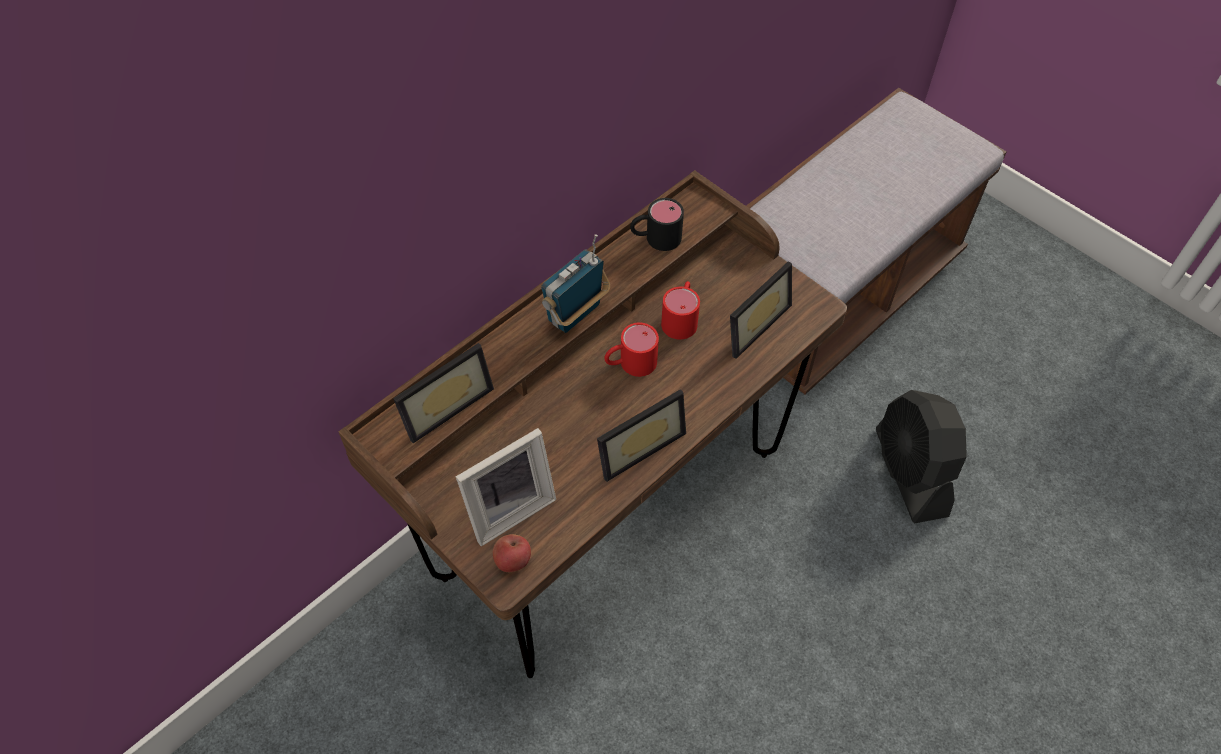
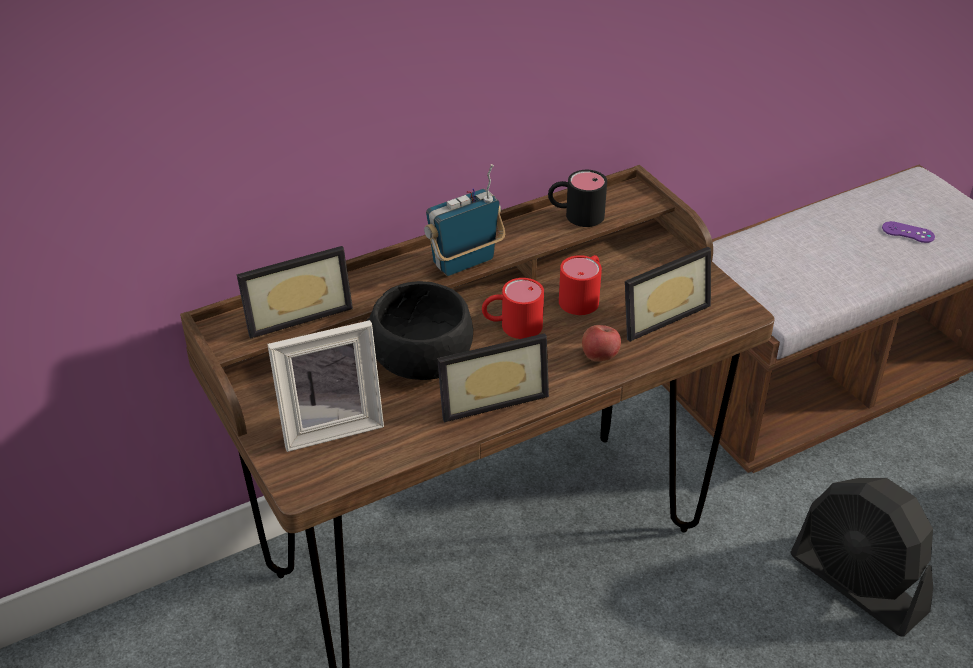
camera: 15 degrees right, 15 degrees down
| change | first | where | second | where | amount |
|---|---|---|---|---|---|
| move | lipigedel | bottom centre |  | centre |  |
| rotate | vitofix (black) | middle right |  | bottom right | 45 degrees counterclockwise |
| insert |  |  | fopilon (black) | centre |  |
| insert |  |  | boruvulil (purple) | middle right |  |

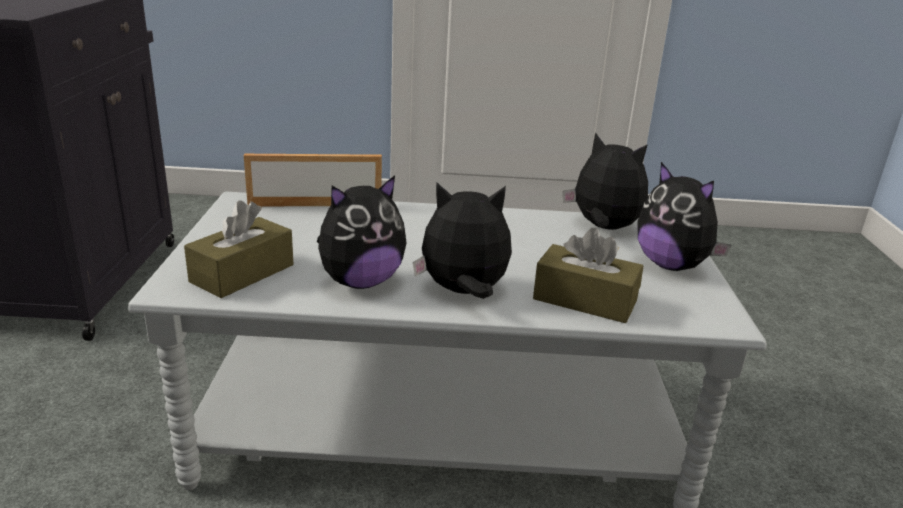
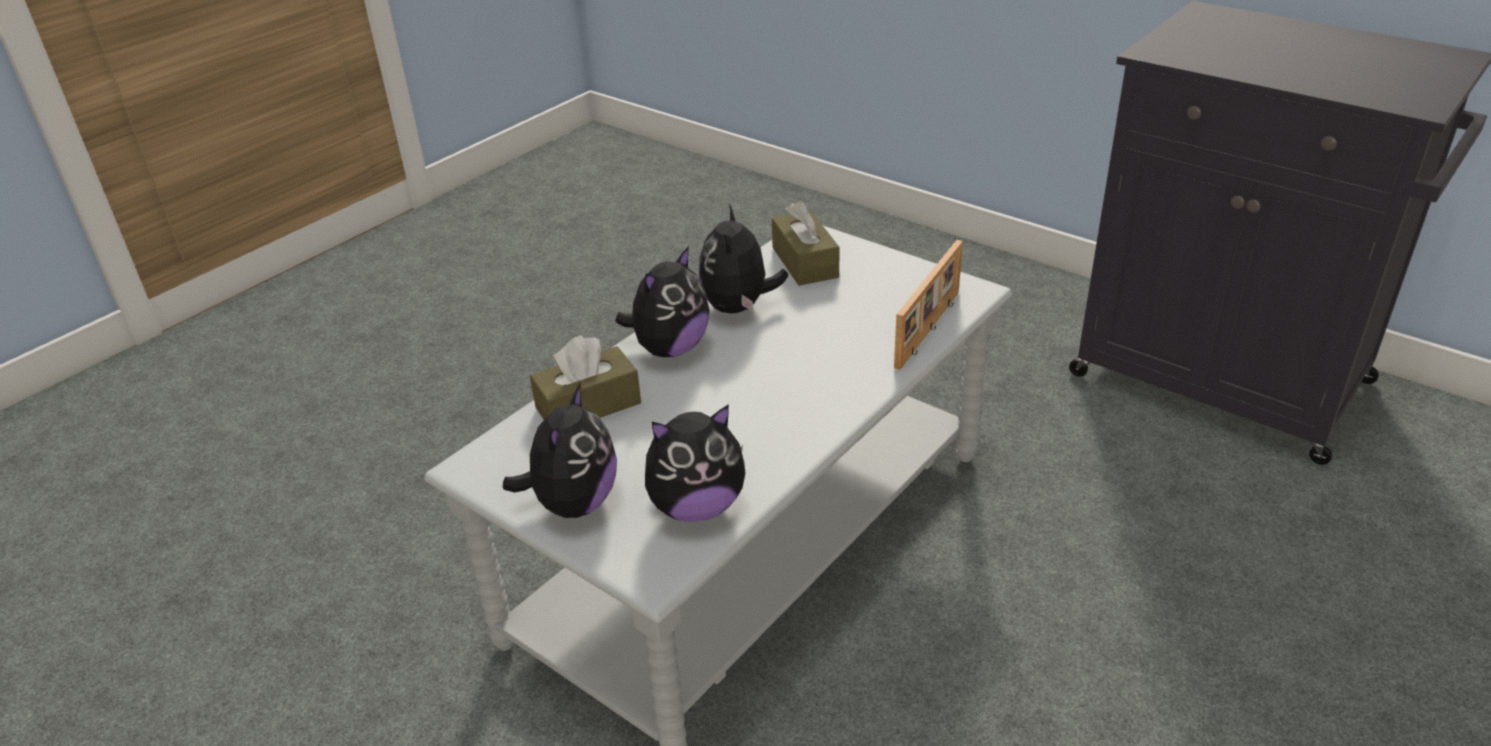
camera: 130 degrees right, 10 degrees up
| change | first | where | second | where | amount |
|---|---|---|---|---|---|
| rotate | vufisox (4th from left in the first image) | middle right | vufisox (1st from left) | centre | 105 degrees clockwise |

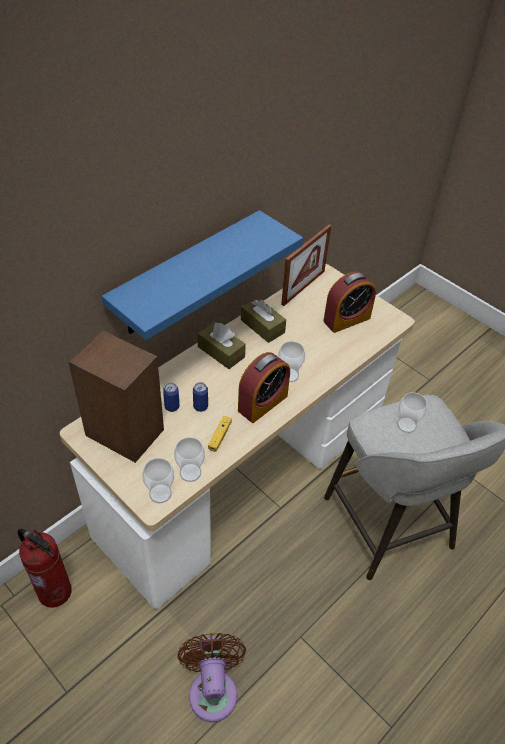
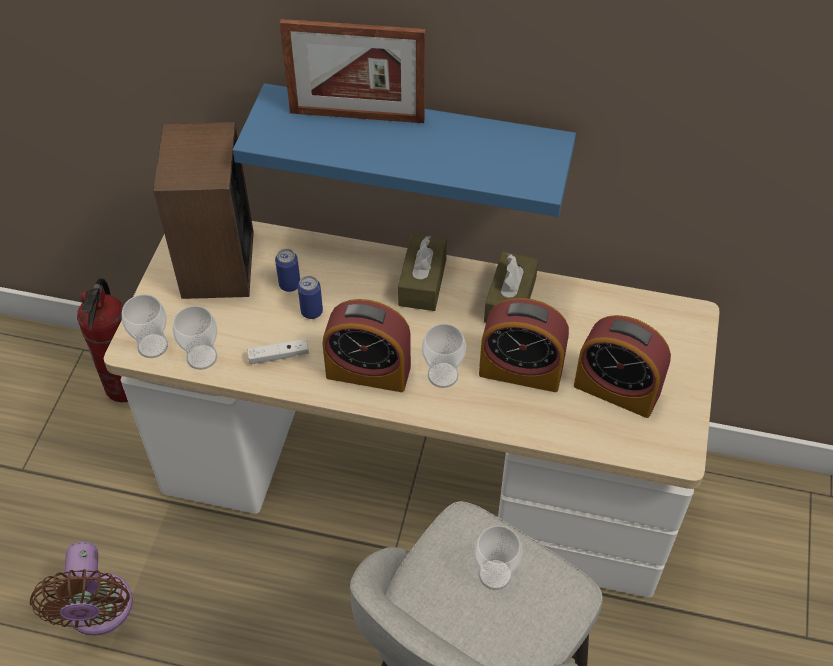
camera: 60 degrees right, 5 degrees up
| change | first | where | second | where | amount |
|---|---|---|---|---|---|
| rotate | vitofix (brown) | bottom centre |  | bottom left | 120 degrees clockwise |
| recolor | boruvulil (yellow) | centre | boruvulil (white) | centre |  |
| move | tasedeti | centre |  | top centre |  |
| insert |  |  | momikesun (2nd from left) | centre |  |

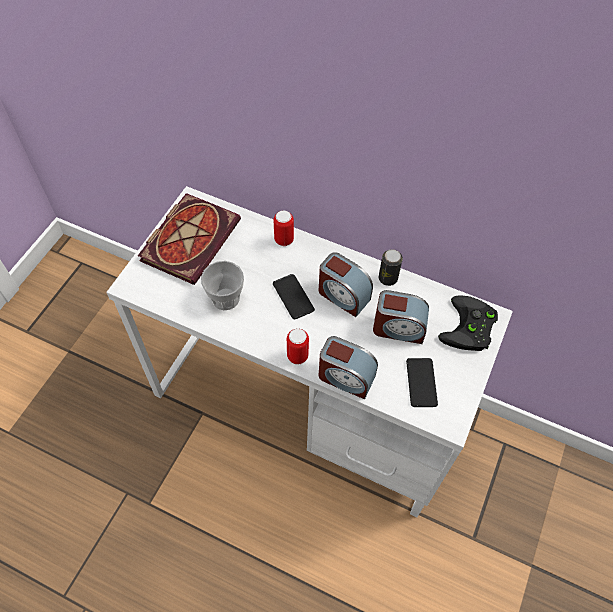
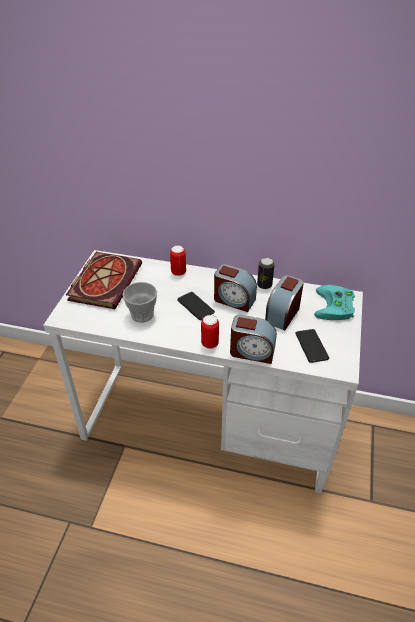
camera: 10 degrees left, 15 degrees down
| change | first | where | second | where | amount |
|---|---|---|---|---|---|
| rotate | momikesun (3rd from left) | centre |  | middle right | 120 degrees clockwise |
| recolor | boruvulil (black) | middle right | boruvulil (turquoise) | middle right |  |

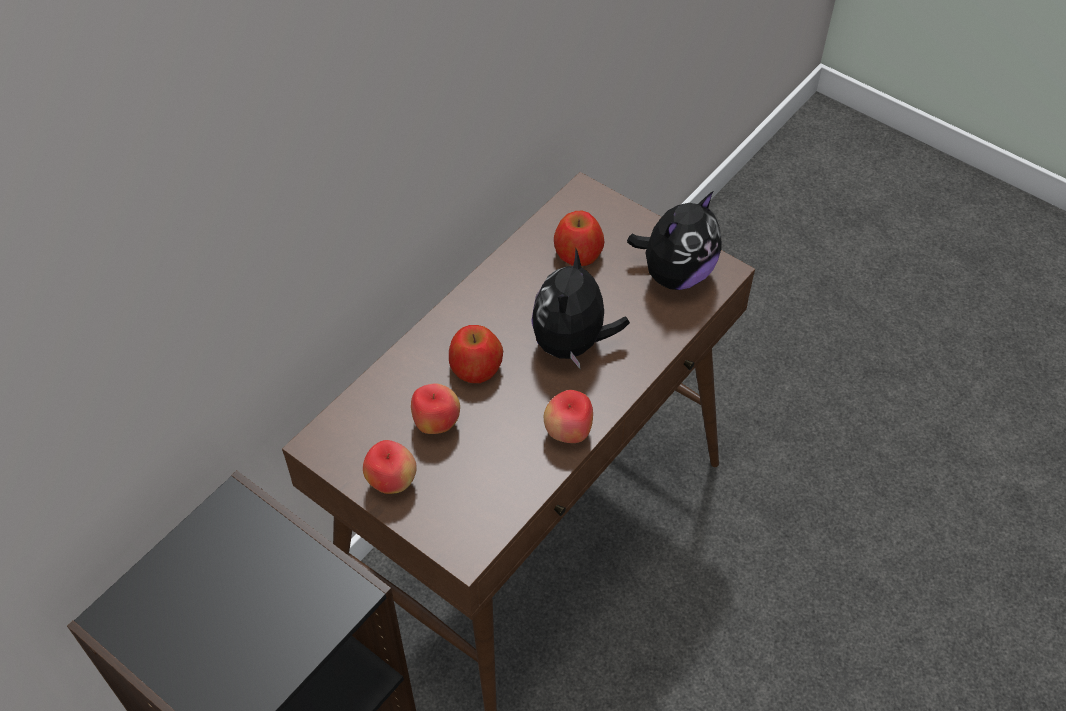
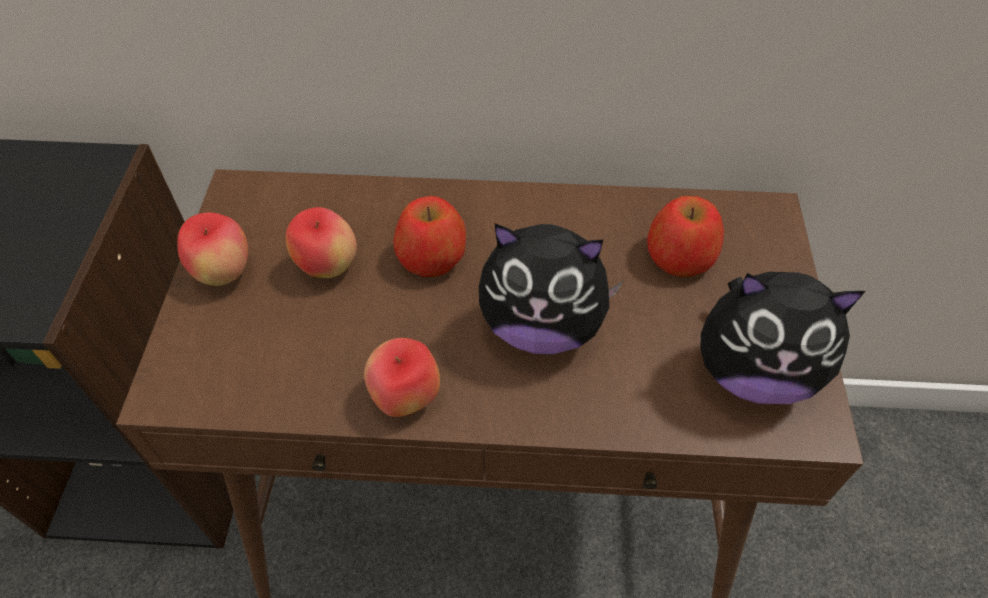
camera: 55 degrees right, 0 degrees up
| change | first | where | second | where | amount |
|---|---|---|---|---|---|
| rotate | vufisox (1st from left) | centre |  | centre | 150 degrees counterclockwise |

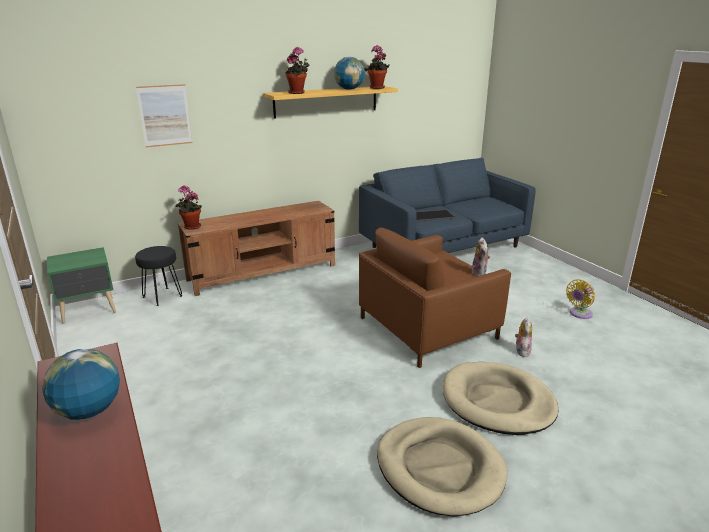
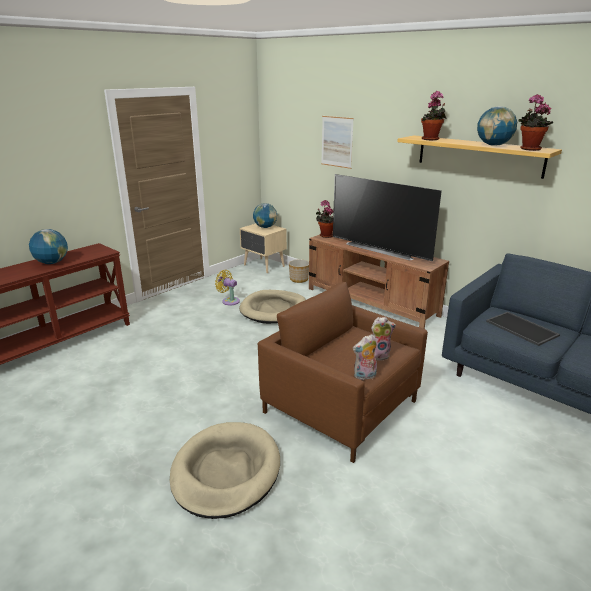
camera: 70 degrees right, 0 degrees up
| change | first | where | second | where | amount |
|---|---|---|---|---|---|
| recolor | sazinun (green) | middle left | sazinun (beige) | centre |  |
| replace | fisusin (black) | middle left | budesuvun | centre |  |
| move | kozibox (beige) (1st from left in the first image) | bottom centre | kozibox (beige) (2nd from left) | centre |  |
| move | vufisox (2nd from left) | middle right |  | centre |  |
| move | vitofix (yellow) | middle right |  | centre |  |
| insert |  |  | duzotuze (2nd from left) | centre |  |
| insert |  |  | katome | centre |  |

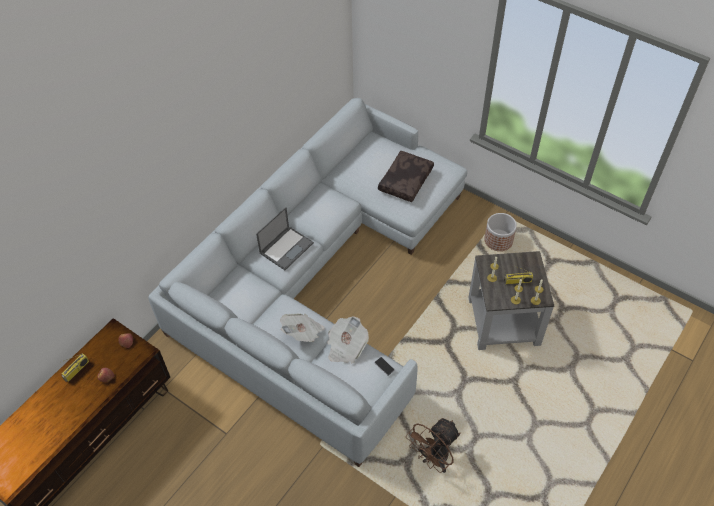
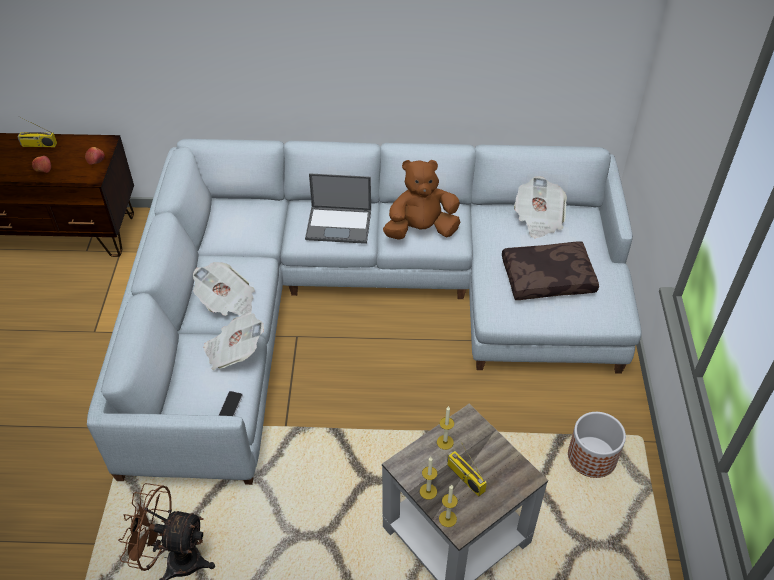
camera: 55 degrees right, 5 degrees down
| change | first | where | second | where | amount |
|---|---|---|---|---|---|
| insert |  |  | vufisox (brown) | centre |  |
| insert |  |  | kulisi (3rd from left) | middle right |  |

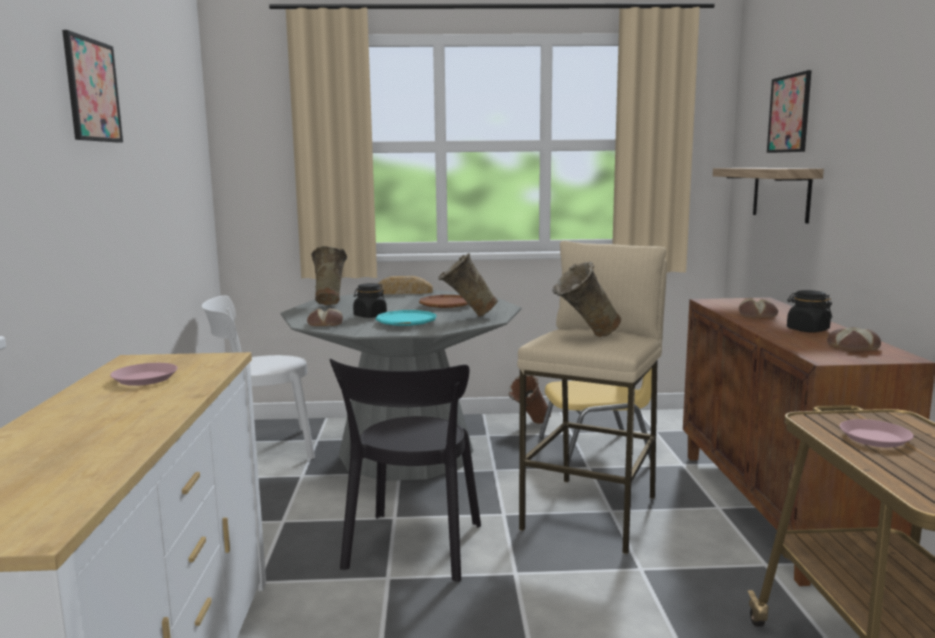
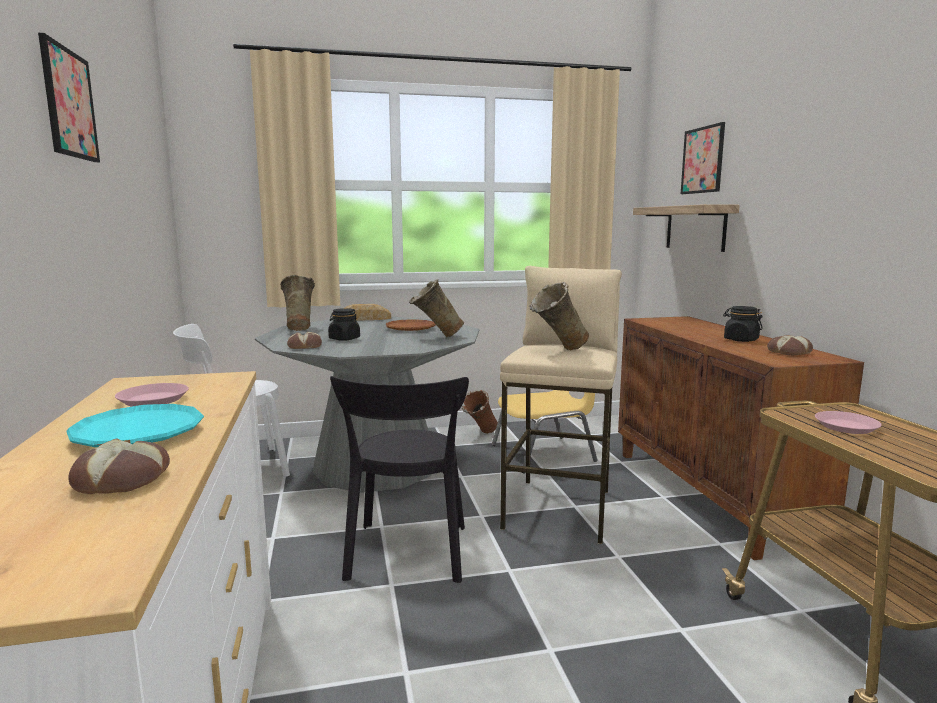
camera: 10 degrees left, 0 degrees up
| change | first | where | second | where | amount |
|---|---|---|---|---|---|
| move | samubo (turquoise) | centre |  | middle left |  |
| move | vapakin (3rd from left in the first image) | middle right | vapakin (1st from left) | middle left |  |

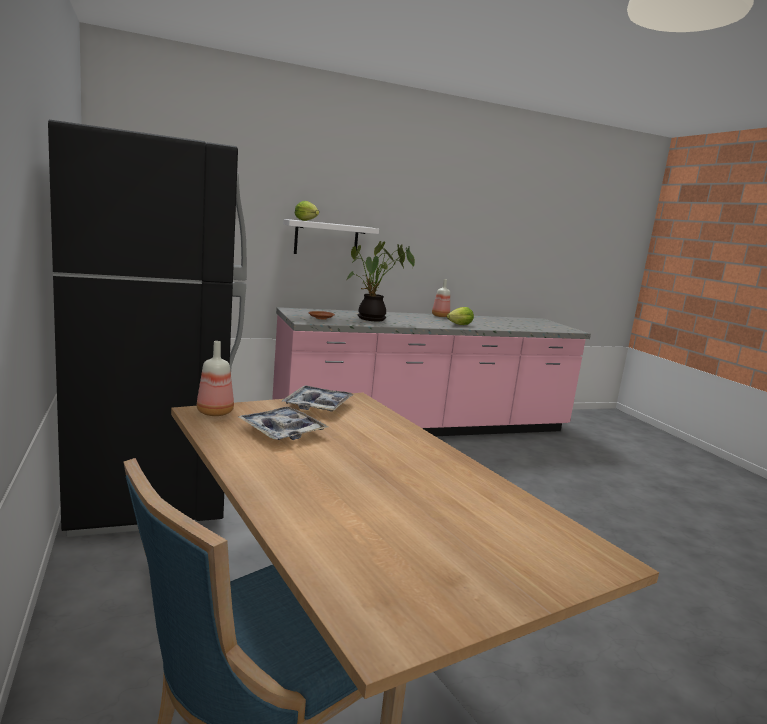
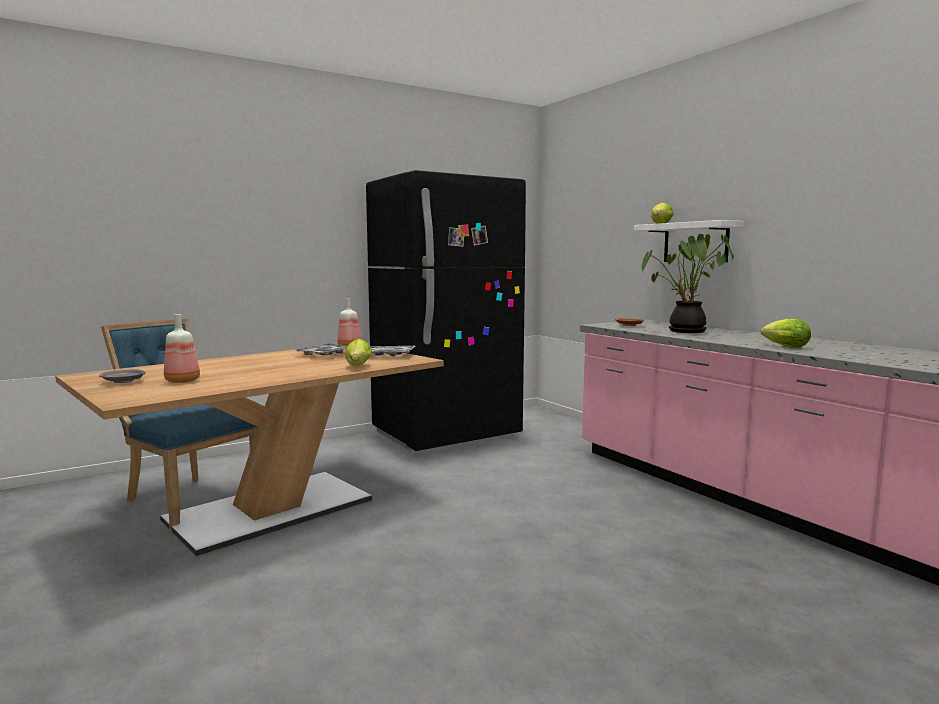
camera: 80 degrees right, 5 degrees down
| change | first | where | second | where | amount |
|---|---|---|---|---|---|
| move | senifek (2nd from left in the first image) | centre | senifek (1st from left) | middle left |  |
| insert |  |  | samubo (grey) | middle left |  |
| insert |  |  | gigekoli (1st from left) | centre |  |

